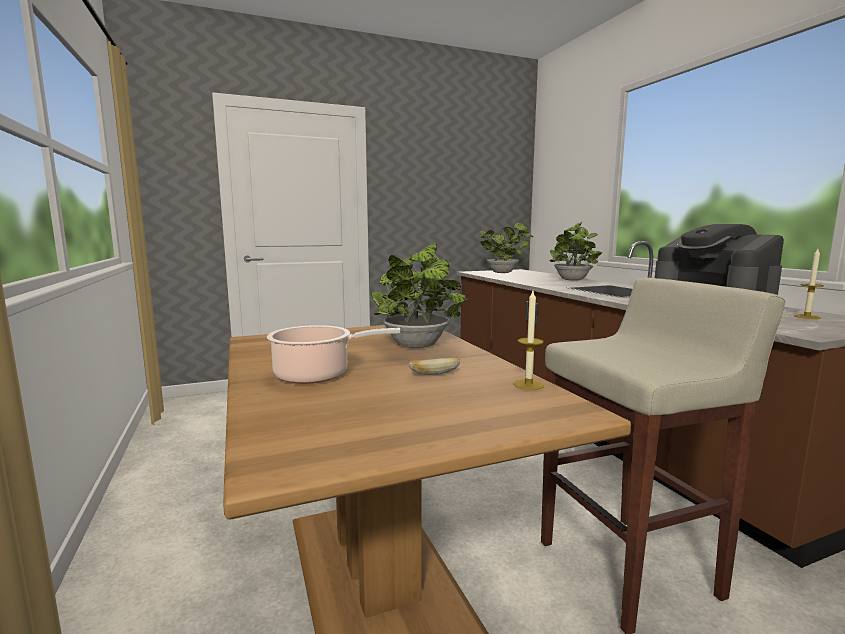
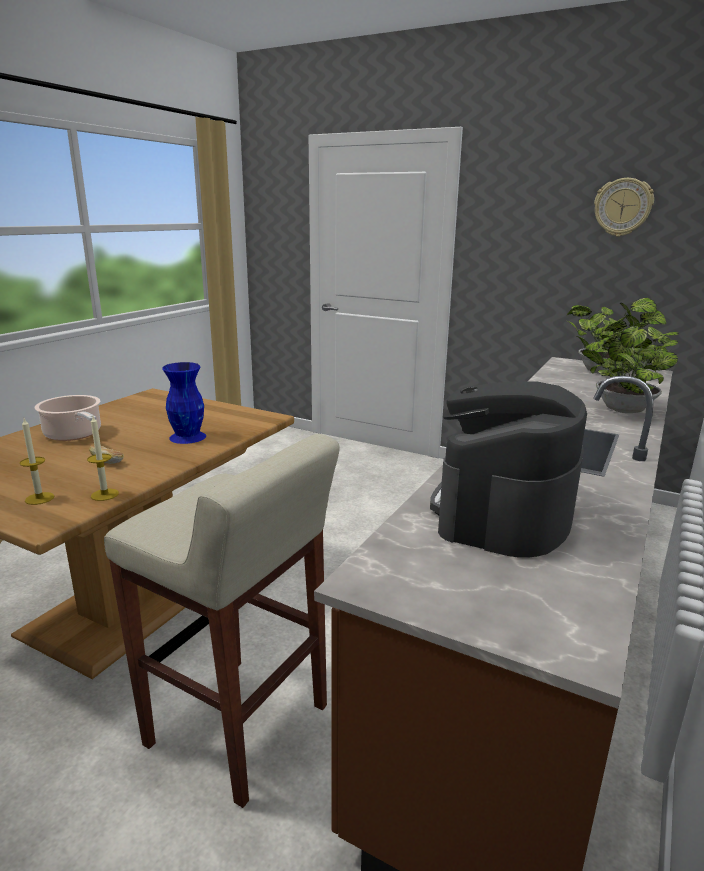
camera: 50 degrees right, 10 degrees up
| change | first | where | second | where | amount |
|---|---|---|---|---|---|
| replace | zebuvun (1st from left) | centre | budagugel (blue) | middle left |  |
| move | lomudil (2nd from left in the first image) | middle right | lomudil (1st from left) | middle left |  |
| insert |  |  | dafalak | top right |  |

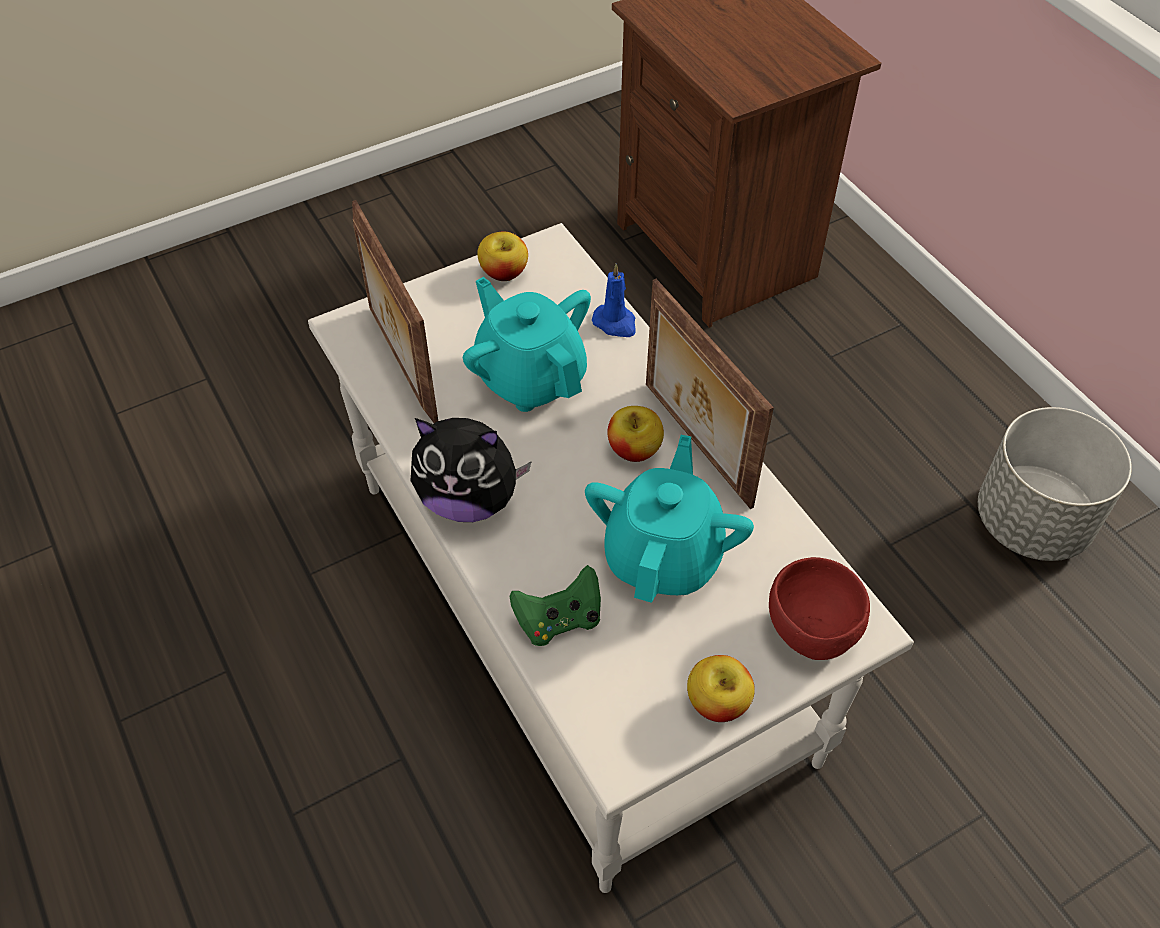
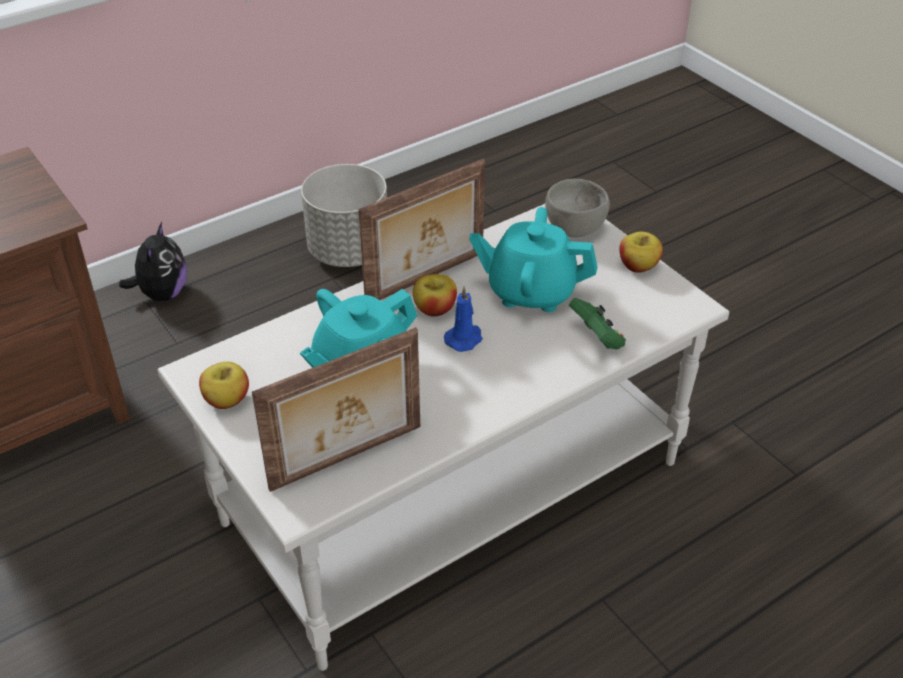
camera: 95 degrees left, 10 degrees down
| change | first | where | second | where | amount |
|---|---|---|---|---|---|
| move | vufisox | centre |  | middle left |  |
| move | lomudil (blue) | top centre |  | centre |  |
| recolor | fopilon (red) | middle right | fopilon (grey) | top centre |  |

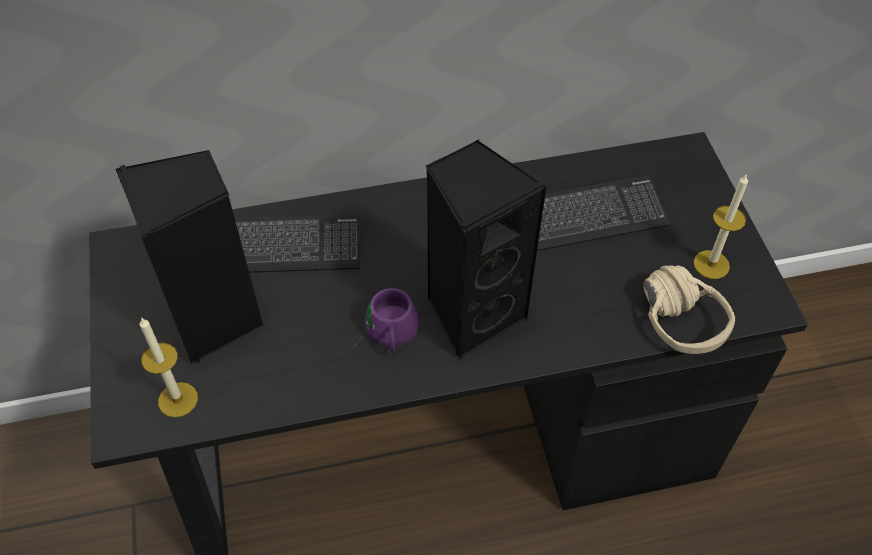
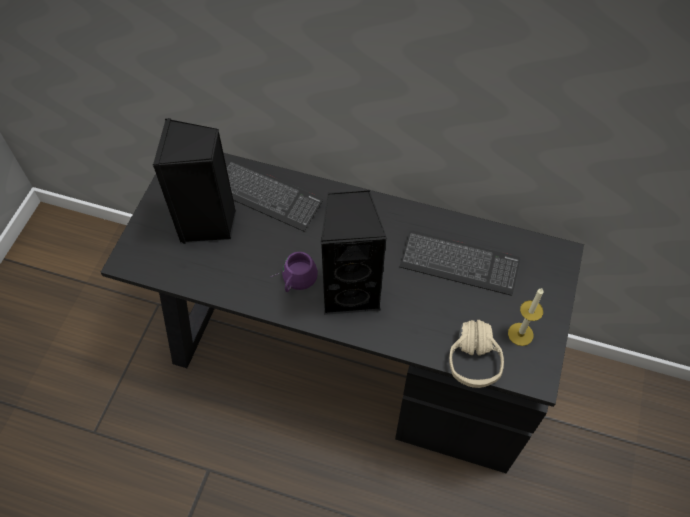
camera: 30 degrees right, 5 degrees up
| change | first | where | second | where | amount |
|---|---|---|---|---|---|
| delete | lomudil (1st from left) | middle left |  |  |  |

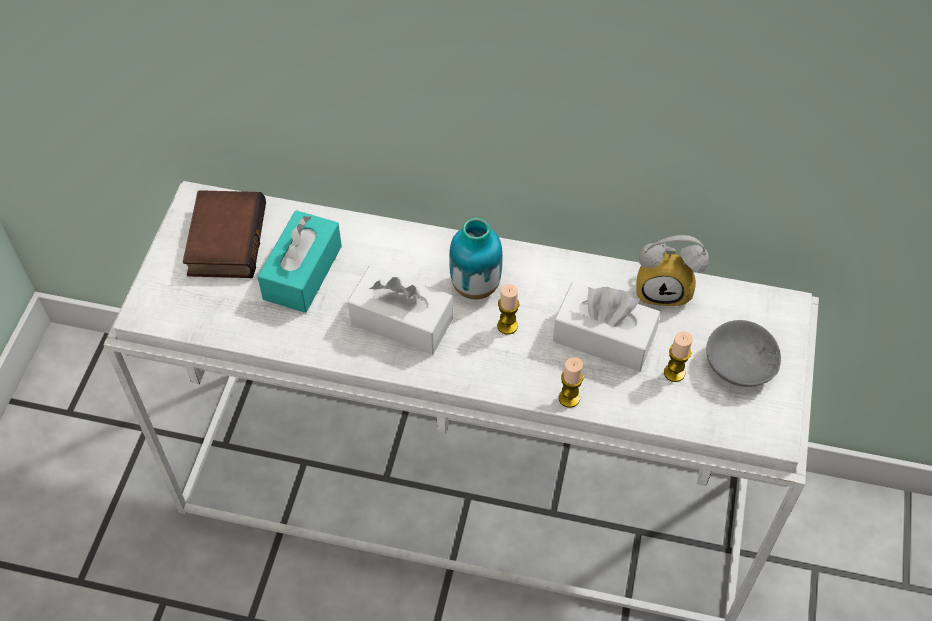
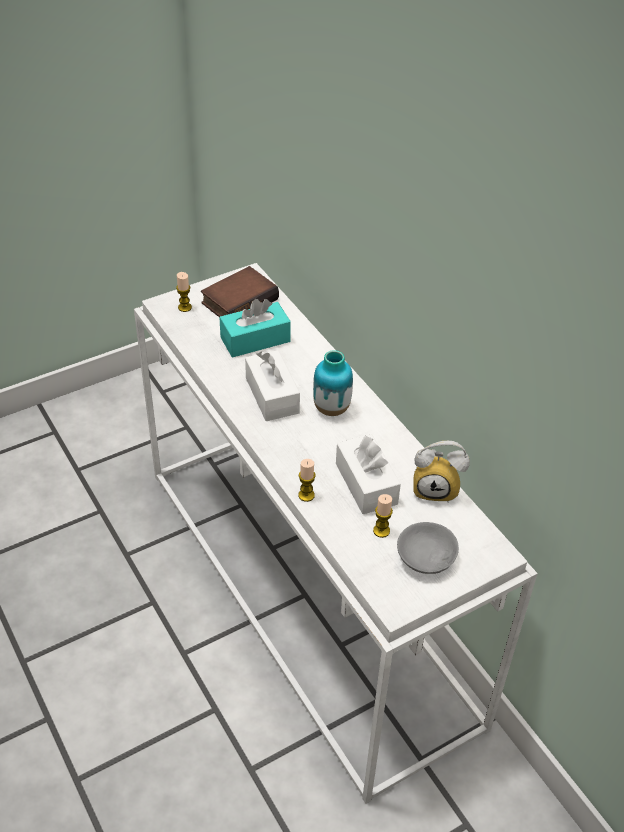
camera: 45 degrees right, 10 degrees down
| change | first | where | second | where | amount |
|---|---|---|---|---|---|
| move | lomudil (1st from left) | centre |  | middle left |  |
| rotate | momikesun | middle right |  | middle right | 45 degrees counterclockwise |

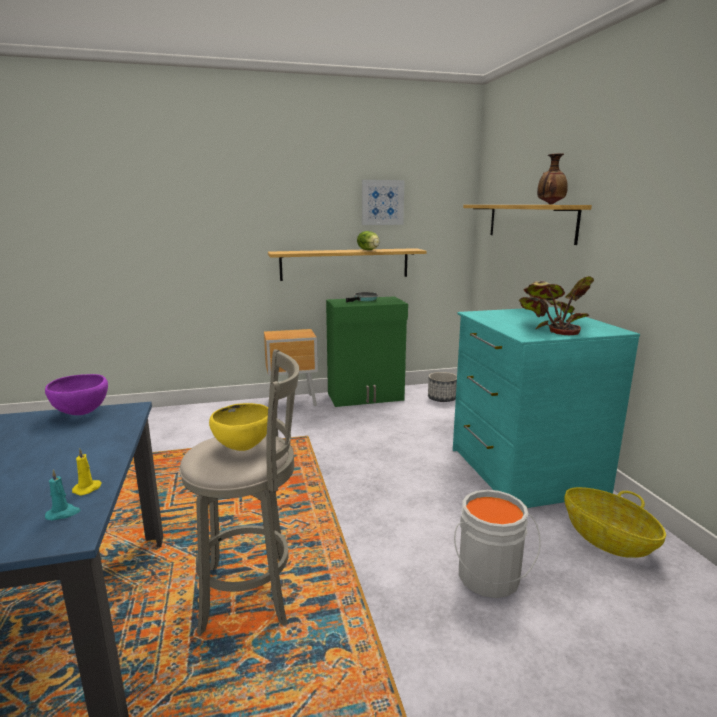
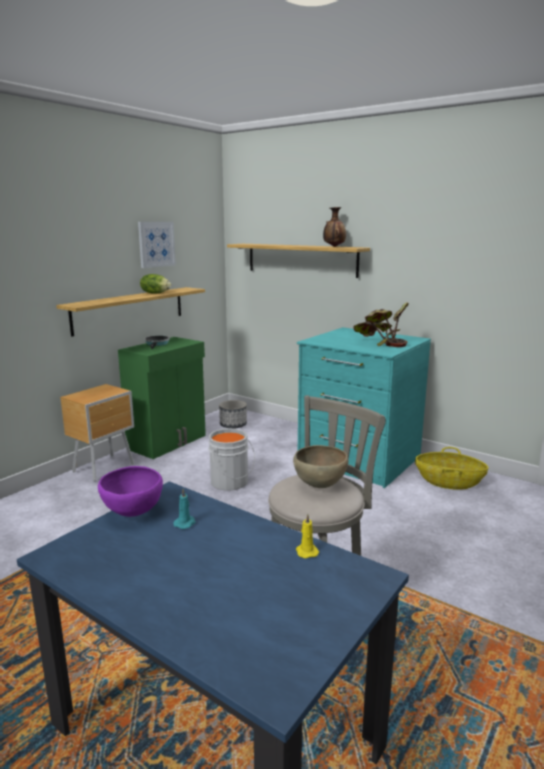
camera: 40 degrees left, 0 degrees up
| change | first | where | second | where | amount |
|---|---|---|---|---|---|
| move | lomudil (turquoise) | bottom left |  | centre |  |
| recolor | fopilon (yellow) | middle left | fopilon (brown) | centre |  |
| move | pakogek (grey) | bottom right |  | centre |  |

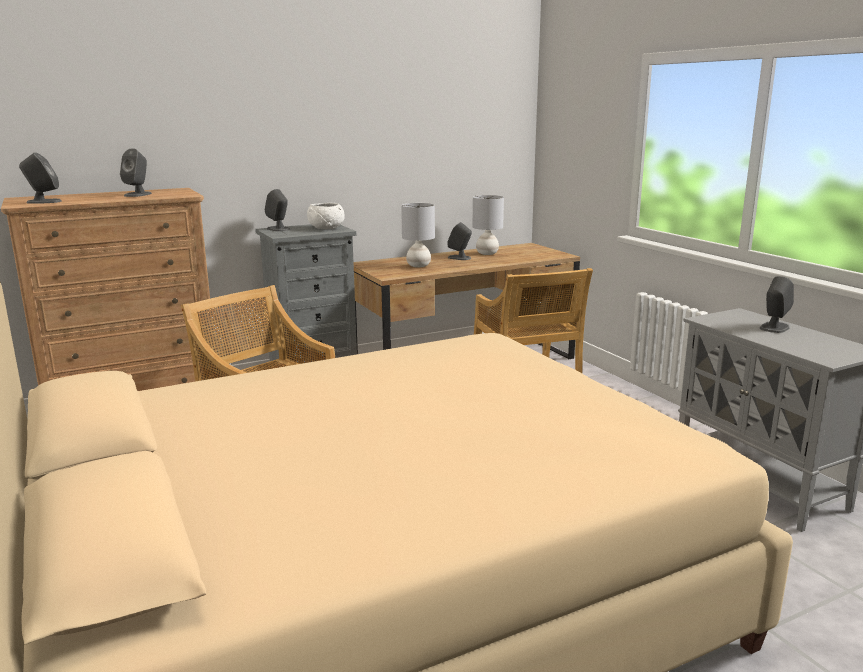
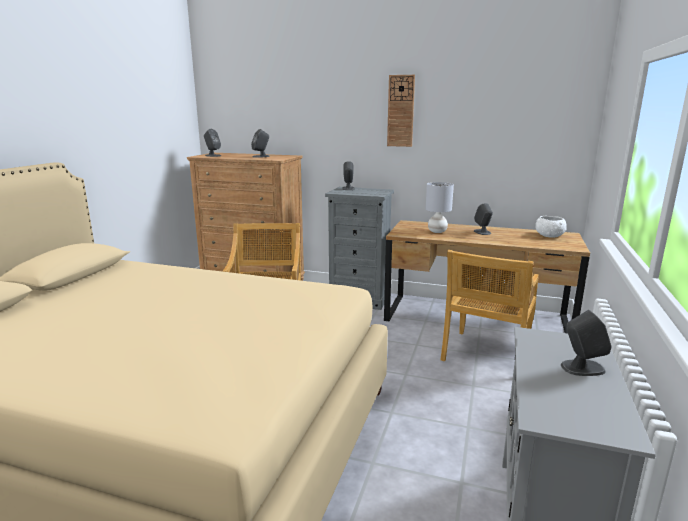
camera: 45 degrees right, 0 degrees up
| change | first | where | second | where | amount |
|---|---|---|---|---|---|
| move | fopilon (white) | top centre |  | middle right |  |
| delete | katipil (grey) (2nd from left) | centre |  |  |  |
| insert |  |  | dafalak | top centre |  |

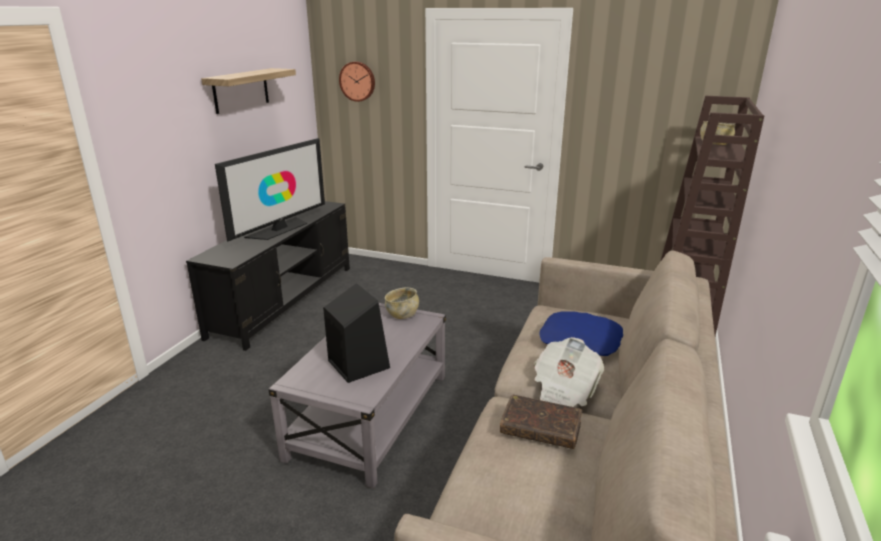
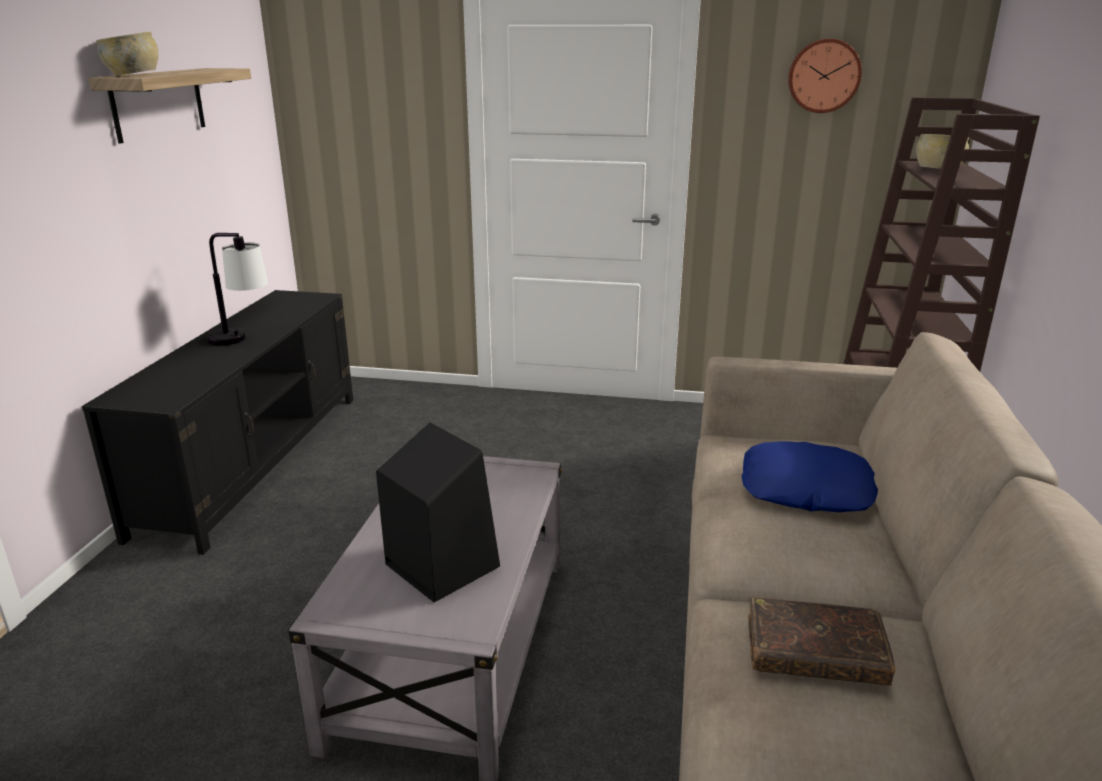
camera: 10 degrees left, 0 degrees up
| change | first | where | second | where | amount |
|---|---|---|---|---|---|
| replace | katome | middle left | katipil | middle left |  |
| move | dafalak | top centre |  | top right |  |
| move | fopilon (beige) (1st from left) | centre |  | top left |  |
| delete | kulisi | bottom centre |  |  |  |

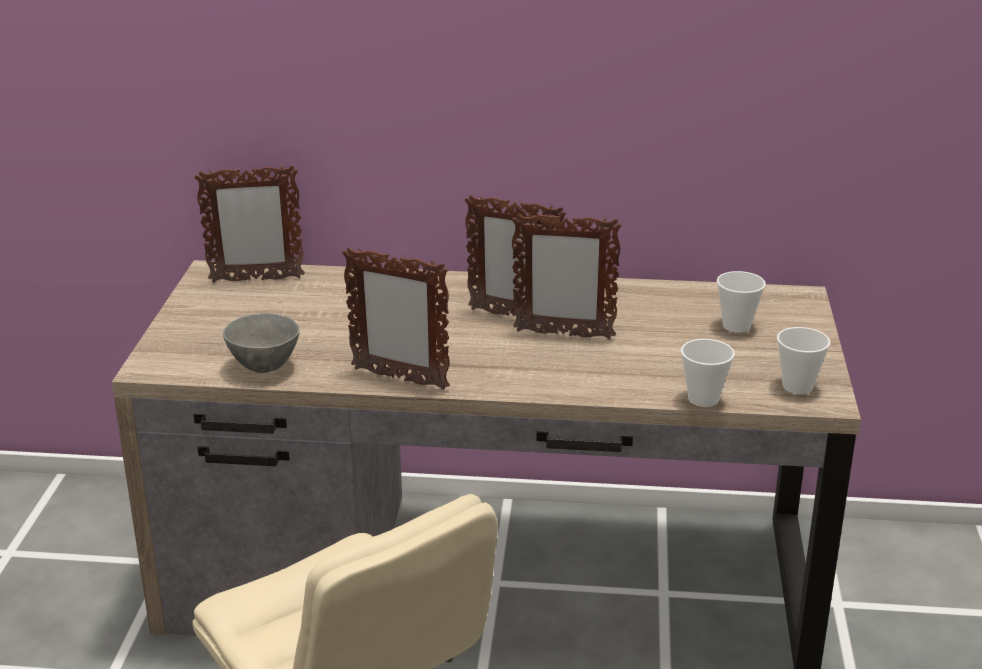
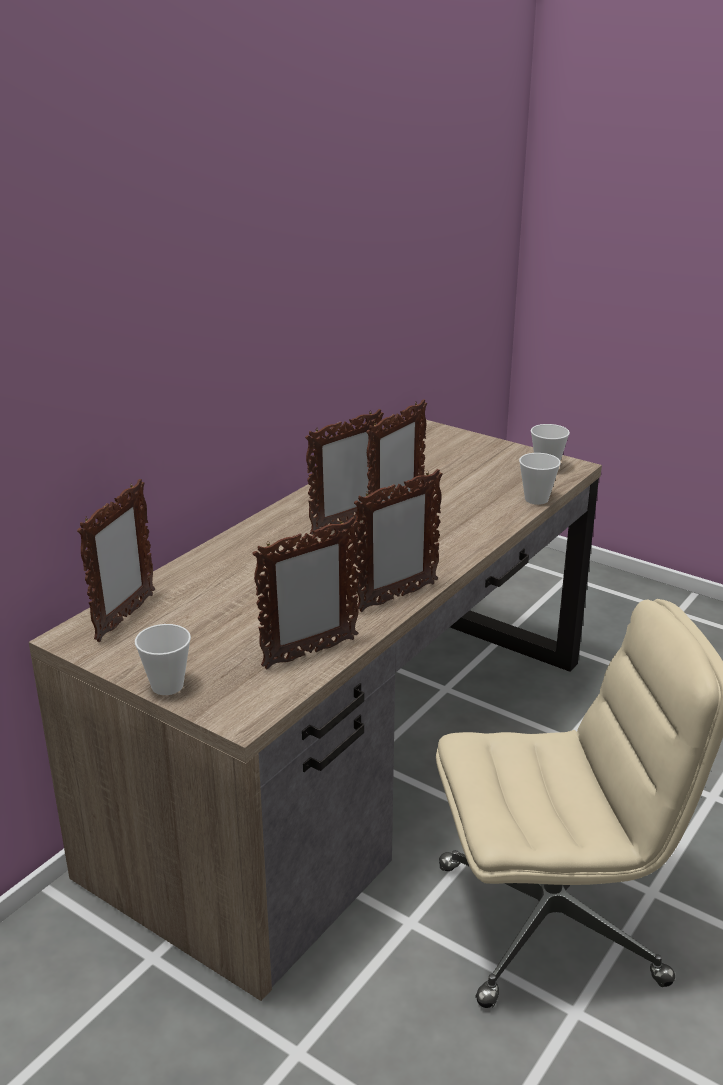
camera: 60 degrees left, 0 degrees up
| change | first | where | second | where | amount |
|---|---|---|---|---|---|
| replace | fopilon (grey) | middle left | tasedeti (2nd from left) | centre |  |
| move | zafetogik (2nd from left in the first image) | middle right | zafetogik (1st from left) | middle left |  |

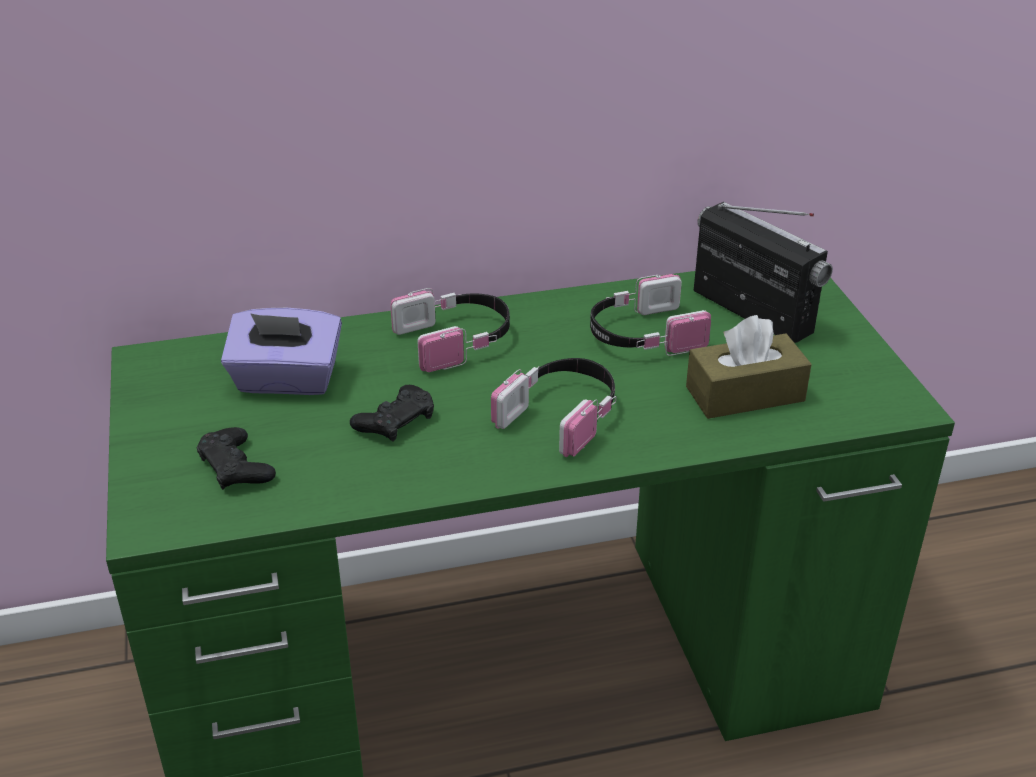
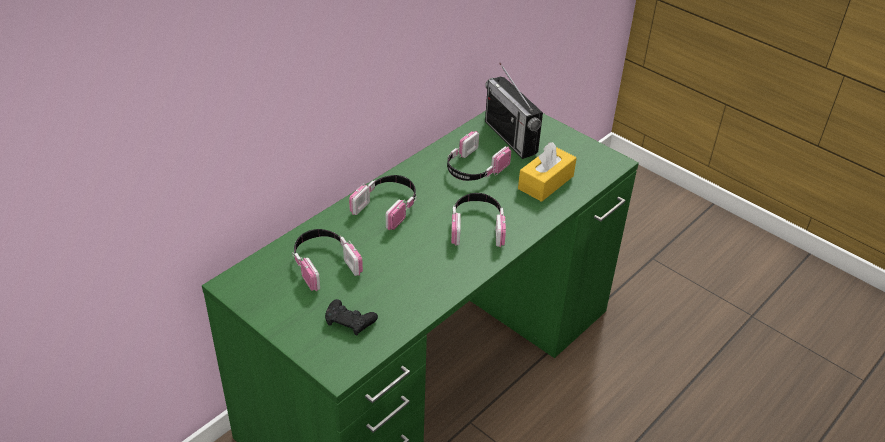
camera: 35 degrees left, 5 degrees up
| change | first | where | second | where | amount |
|---|---|---|---|---|---|
| replace | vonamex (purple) | middle left | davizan (1st from left) | centre |  |
| delete | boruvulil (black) (2nd from left) | centre |  |  |  |
| recolor | vonamex (brown) | middle right | vonamex (yellow) | centre |  |
| rotate | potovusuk | middle right |  | top centre | 135 degrees counterclockwise |

